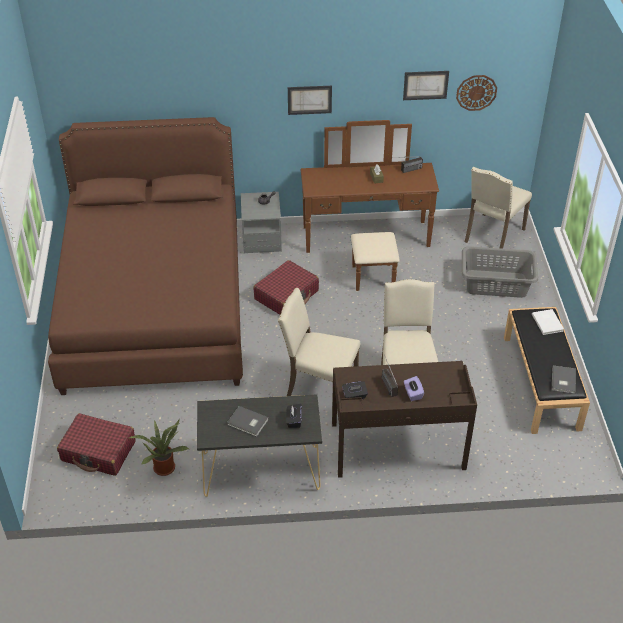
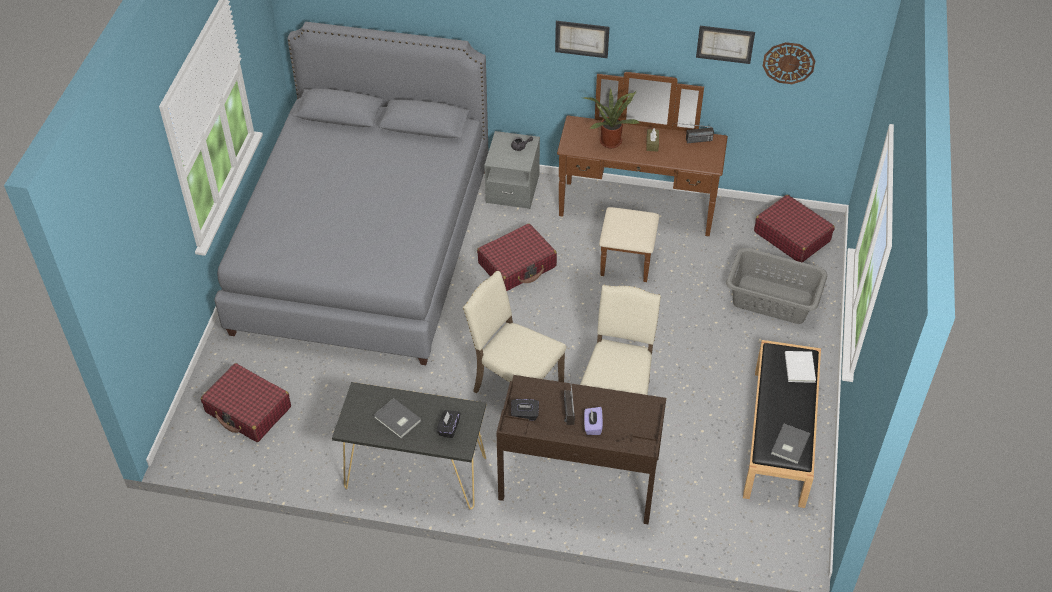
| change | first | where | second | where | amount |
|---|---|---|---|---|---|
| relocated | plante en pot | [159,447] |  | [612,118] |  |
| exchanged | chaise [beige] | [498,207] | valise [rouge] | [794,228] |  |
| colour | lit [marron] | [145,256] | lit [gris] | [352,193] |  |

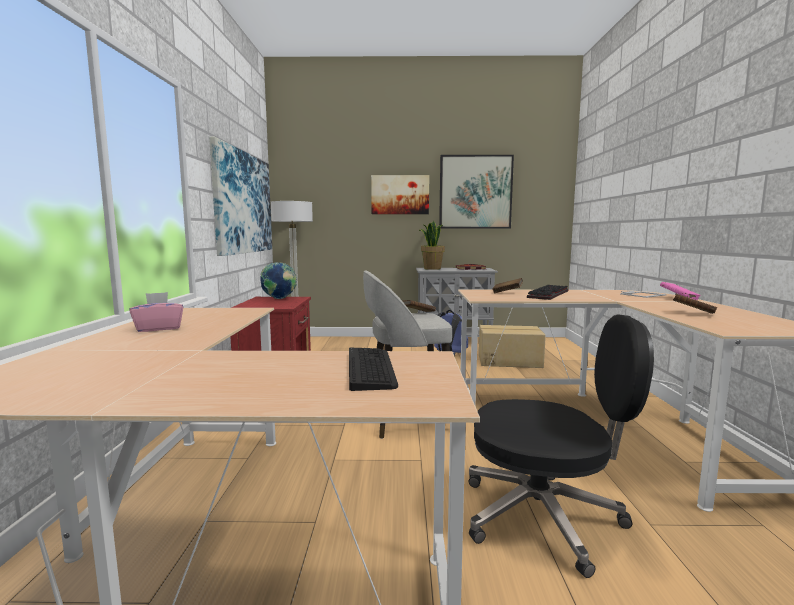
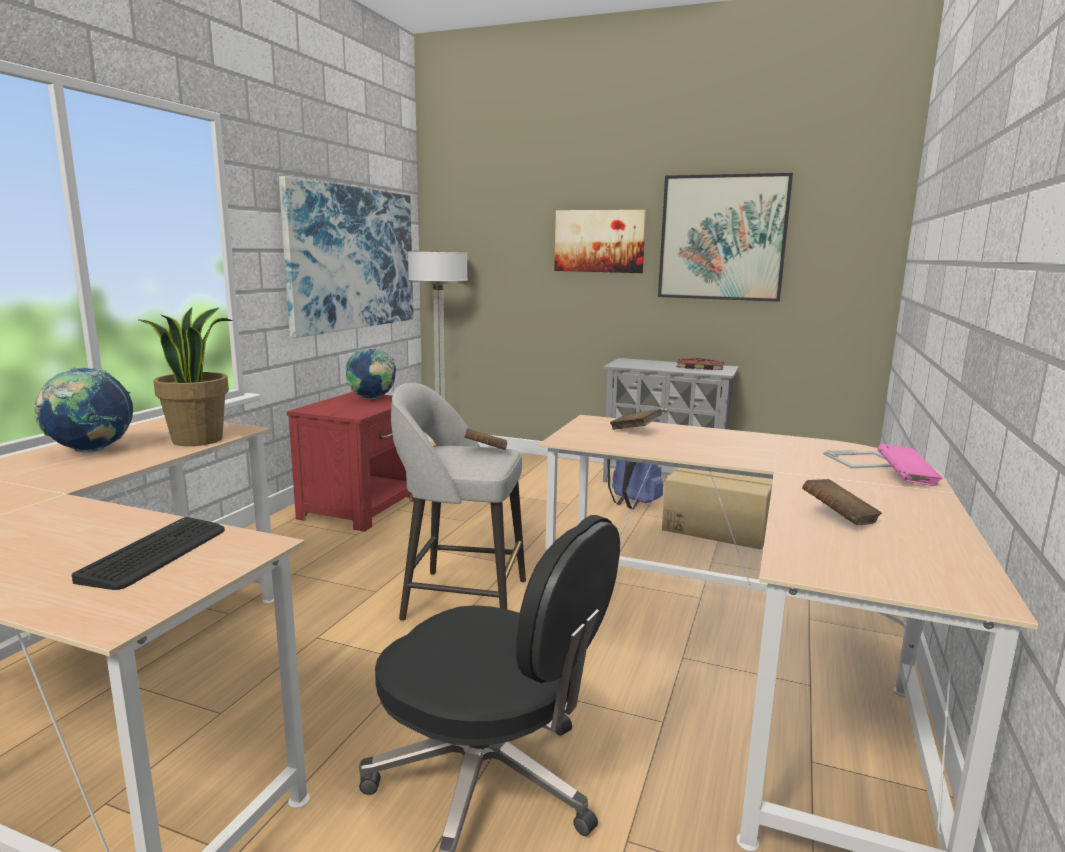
| change | first | where | second | where | amount |
|---|---|---|---|---|---|
| missing | clavier | [547,292] |  |  |  |
| relocated | plante en pot | [432,245] |  | [185,376] |  |
| exchanged | boîte à mouchoirs [rose] | [156,312] | globe | [83,410] |  |

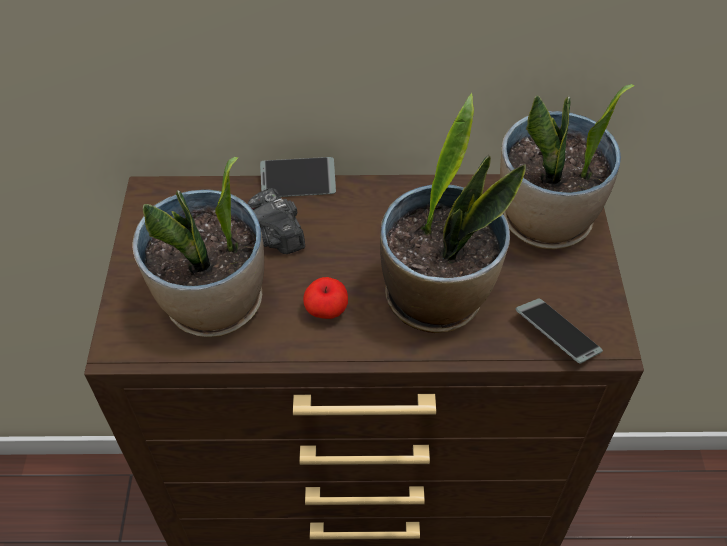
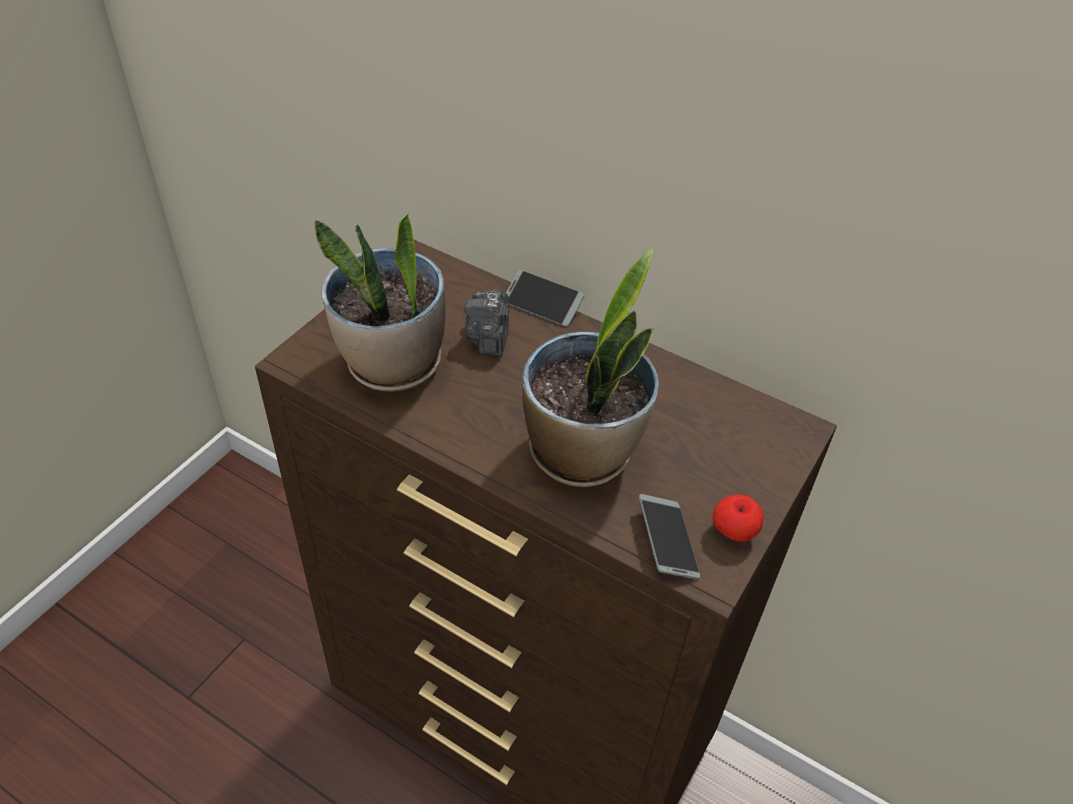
| change | first | where | second | where | amount |
|---|---|---|---|---|---|
| missing | plante en pot | [567,167] |  |  |  |
| relocated | pomme | [325,298] |  | [738,518] |  |

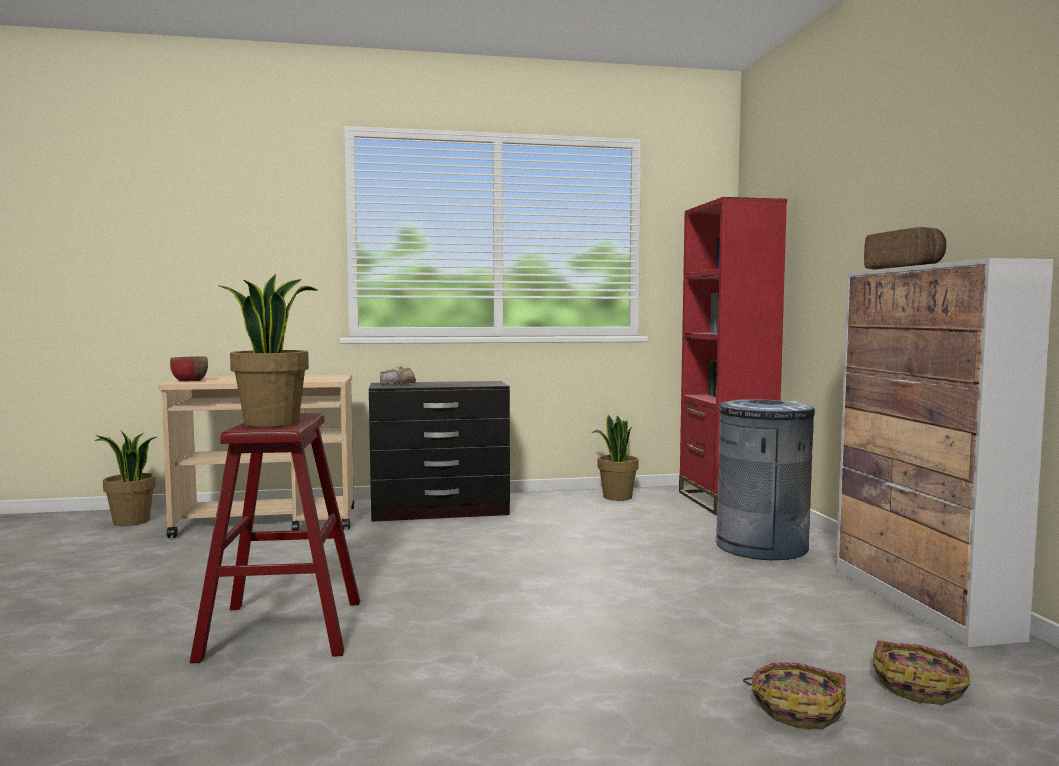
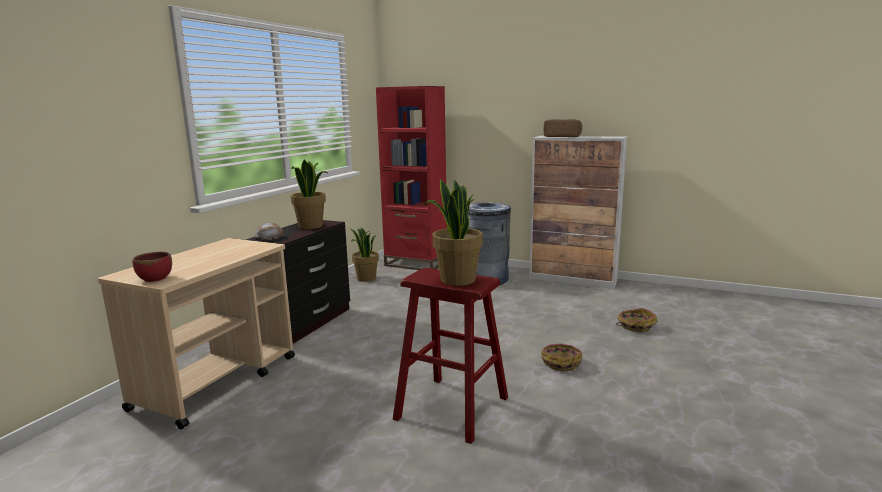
| change | first | where | second | where | amount |
|---|---|---|---|---|---|
| relocated | plante en pot | [125,478] |  | [309,194] |  |
| relocated | panier | [921,672] |  | [561,357] |  |

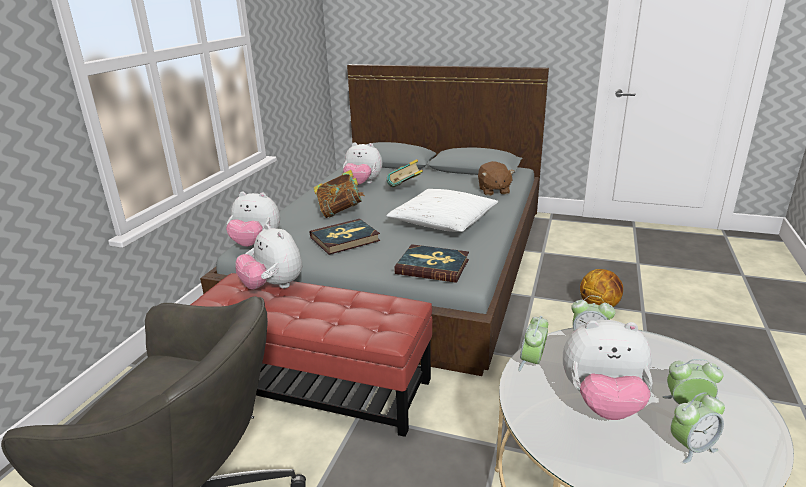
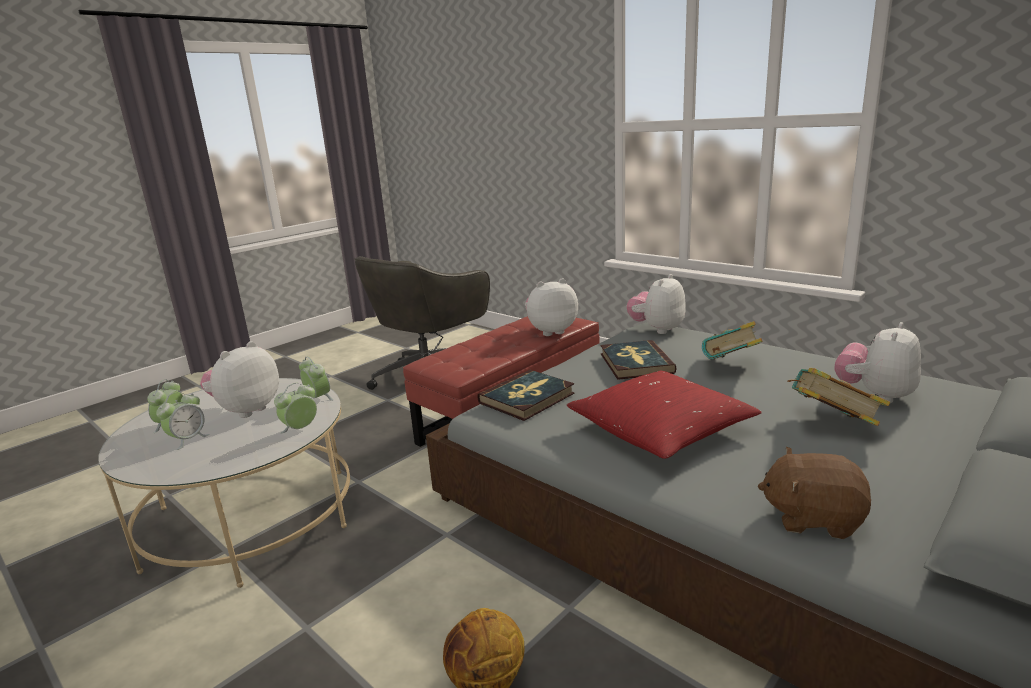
| change | first | where | second | where | amount |
|---|---|---|---|---|---|
| colour | coussin [blanc] | [442,210] | coussin [rouge] | [664,415] |  |

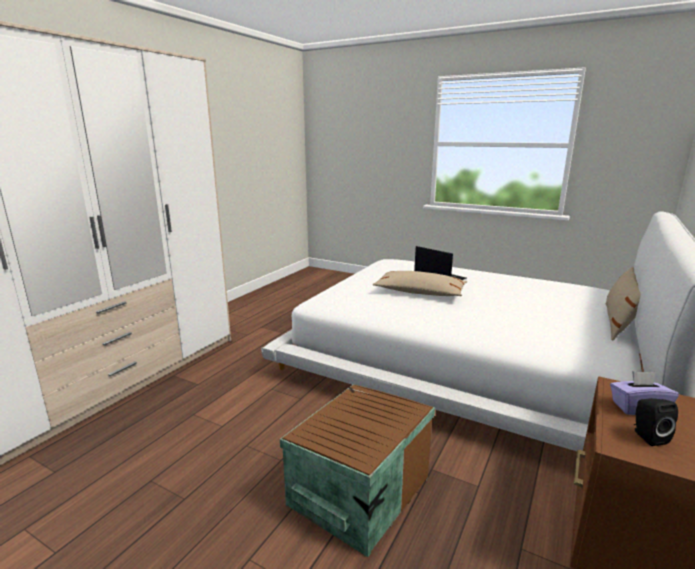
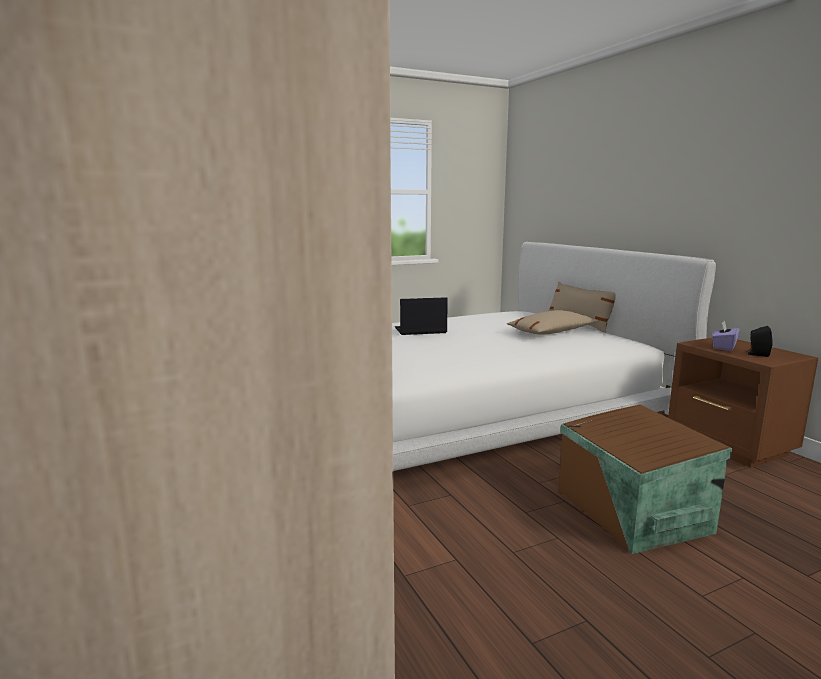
| change | first | where | second | where | amount |
|---|---|---|---|---|---|
| relocated | coussin [beige] | [420,283] |  | [553,322] |  |

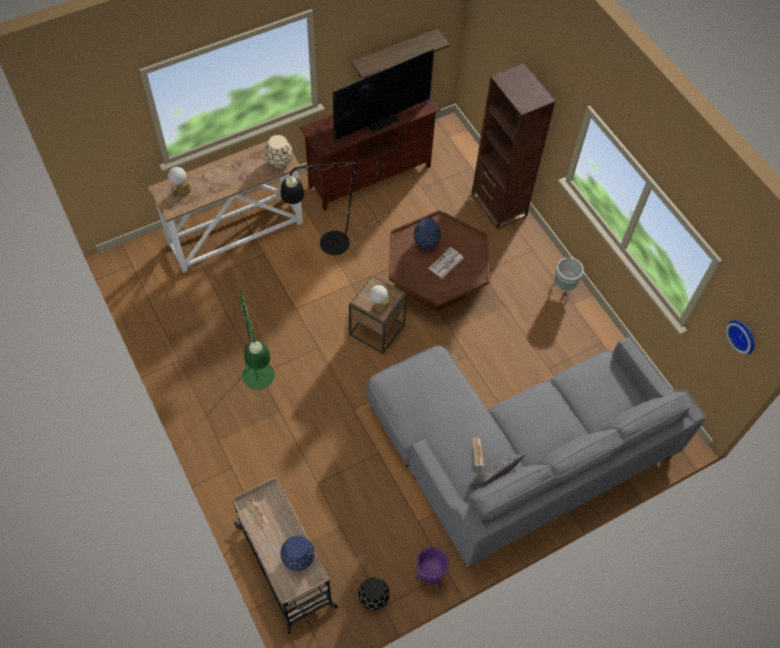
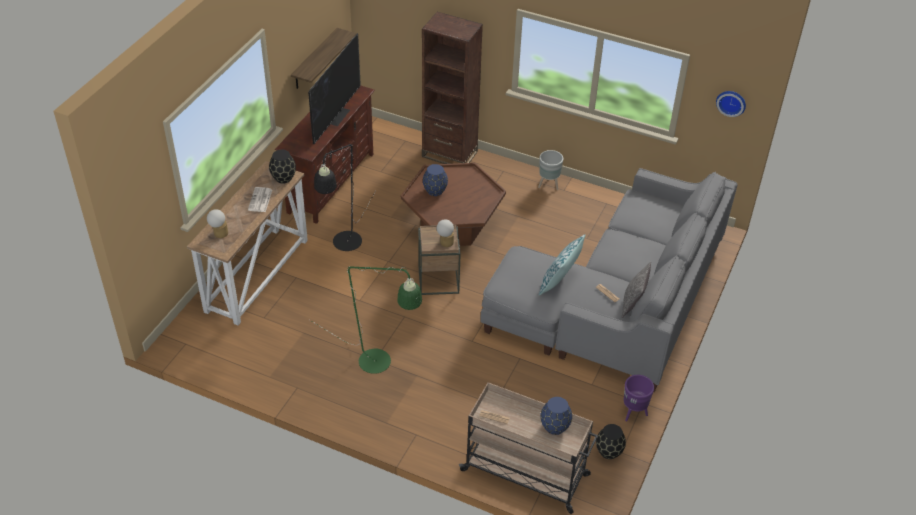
| change | first | where | second | where | amount |
|---|---|---|---|---|---|
| appeared |  |  | coussin | [562,264] |  |
| relocated | journal | [446,262] |  | [260,199] |  |
| colour | vase [beige] | [279,152] | vase [noir] | [282,167] |  |

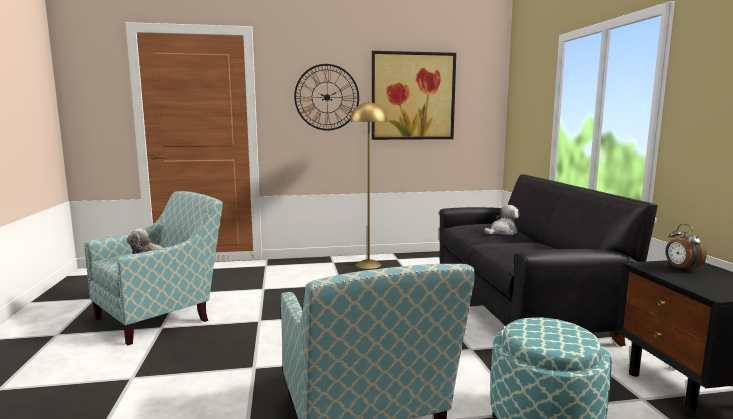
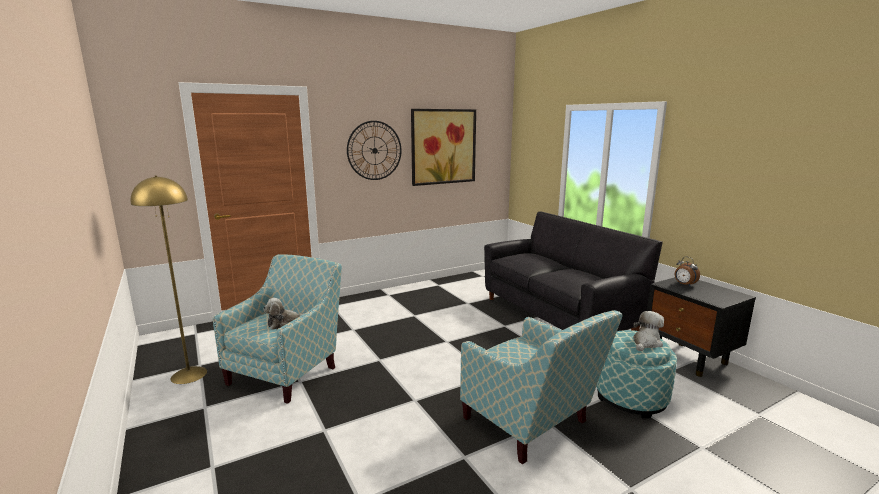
| change | first | where | second | where | amount |
|---|---|---|---|---|---|
| relocated | lampadaire [jaune] | [368,185] |  | [168,279] |  |
| relocated | peluche | [502,220] |  | [648,331] |  |

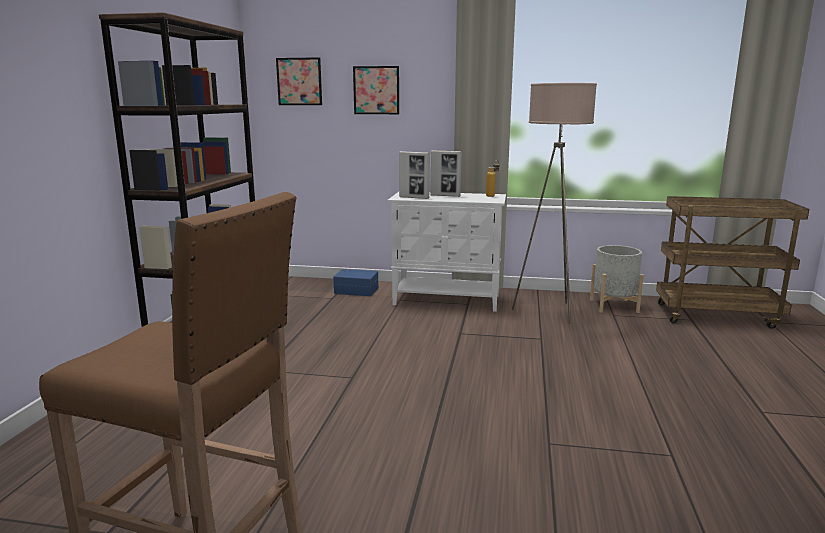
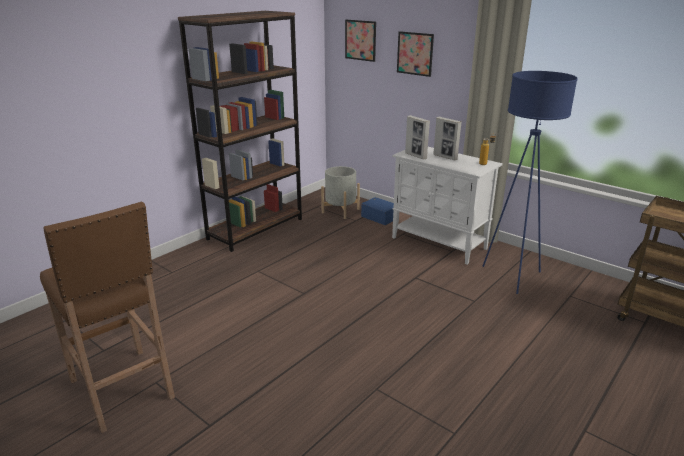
| change | first | where | second | where | amount |
|---|---|---|---|---|---|
| relocated | cache-pot [gris] | [617,279] |  | [340,192] |  |
| colour | lampadaire [beige] | [554,203] | lampadaire [bleu] | [530,182] |  |

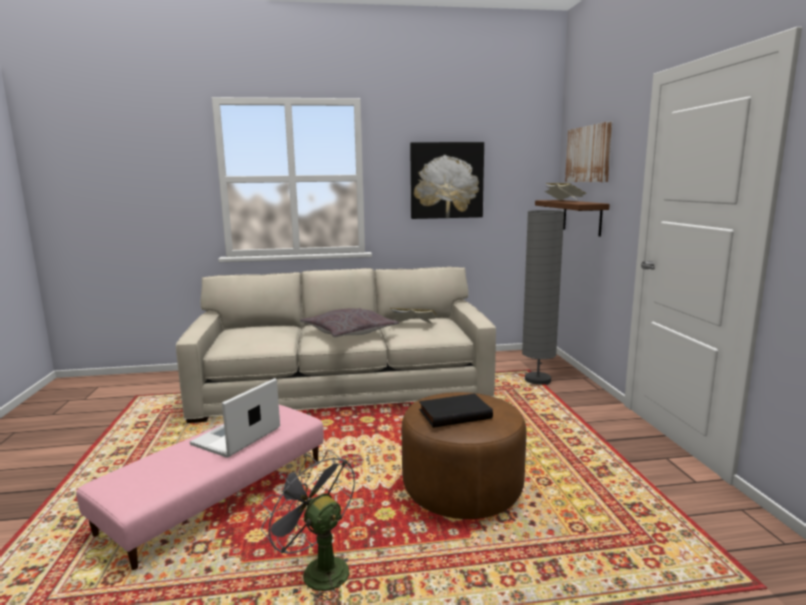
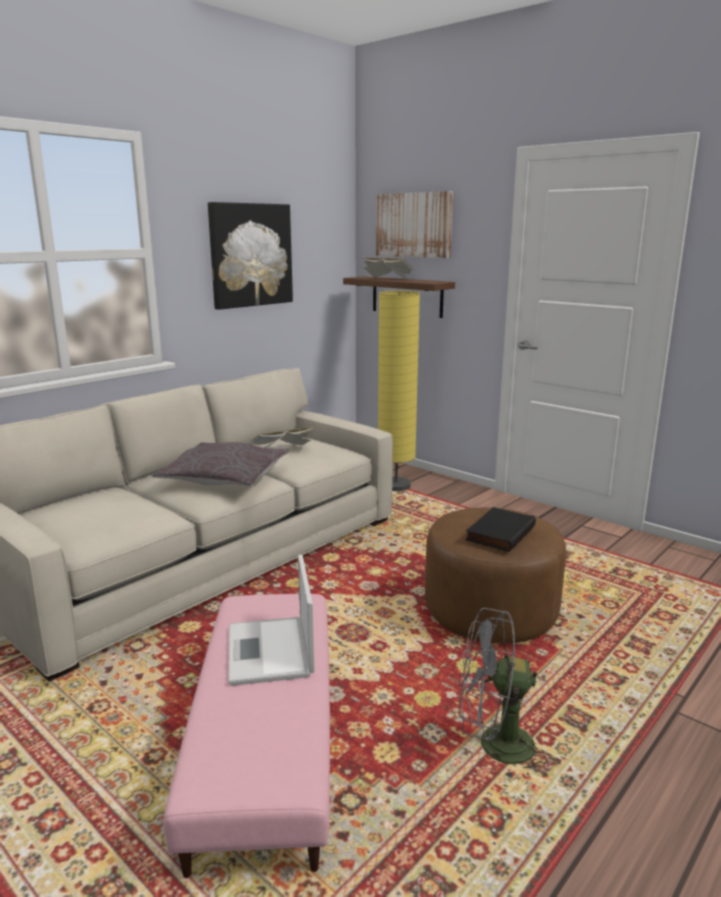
| change | first | where | second | where | amount |
|---|---|---|---|---|---|
| colour | lampadaire [gris] | [543,297] | lampadaire [jaune] | [399,391] |  |

